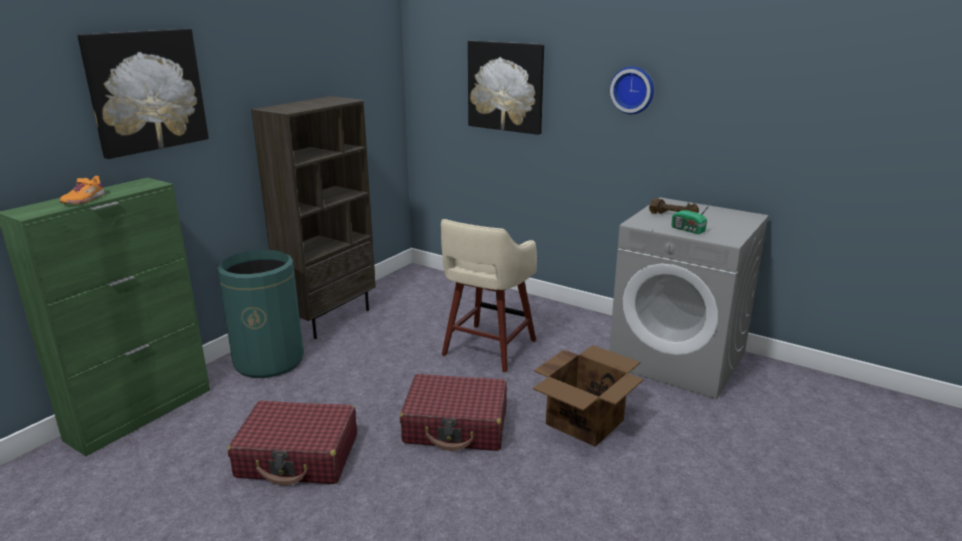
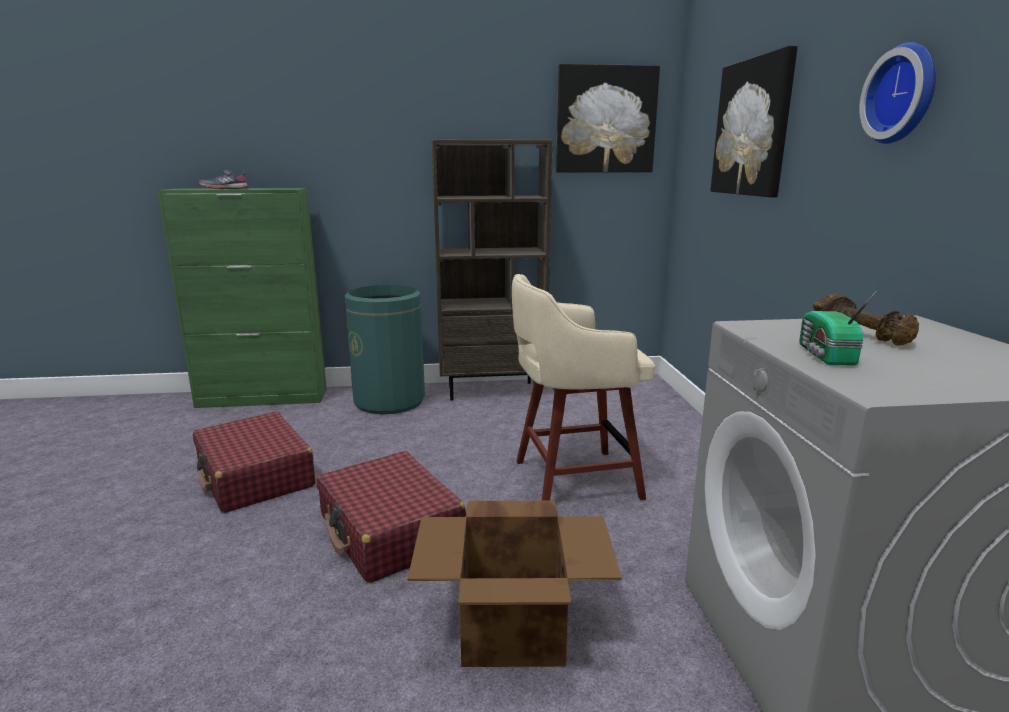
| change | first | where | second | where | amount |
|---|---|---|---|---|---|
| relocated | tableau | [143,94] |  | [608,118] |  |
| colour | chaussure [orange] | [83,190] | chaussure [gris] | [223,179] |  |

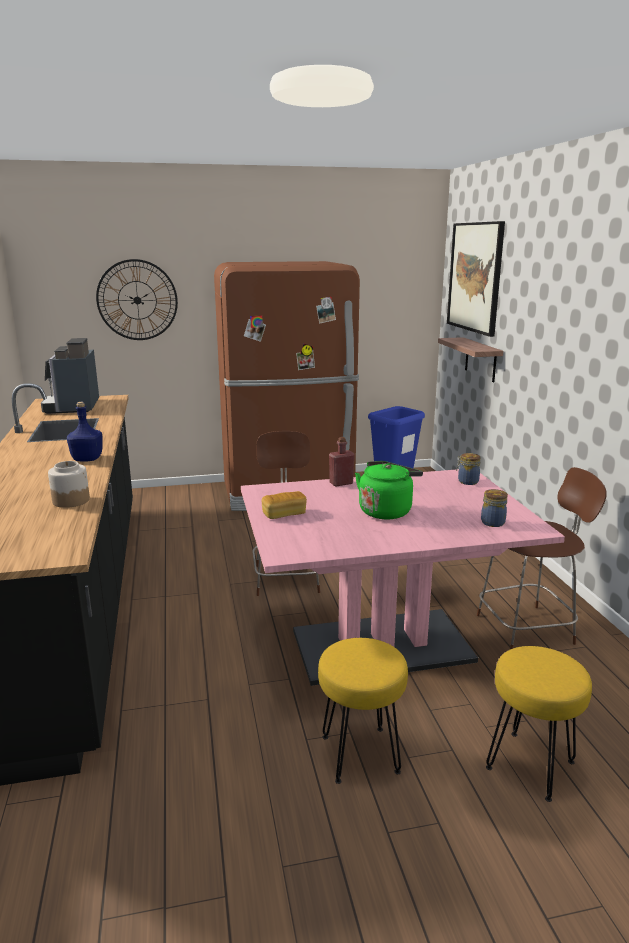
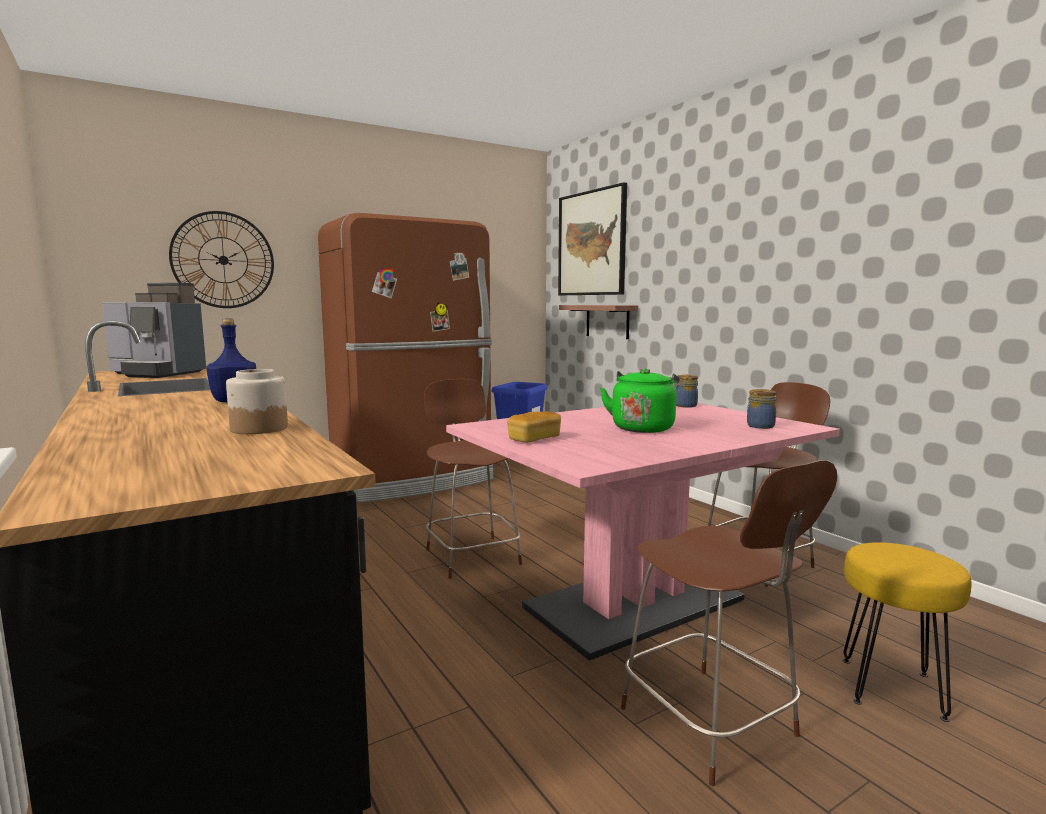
| change | first | where | second | where | amount |
|---|---|---|---|---|---|
| missing | bouteille [rouge] | [342,462] |  |  |  |
| exchanged | tabouret [jaune] | [363,711] | chaise [marron] | [729,623] |  |
| spun | machine à café | [70,376] |  | [154,330] | 45 degrees counterclockwise |

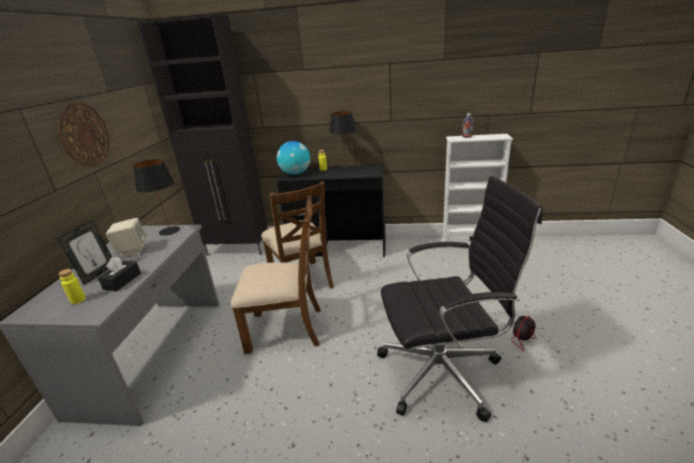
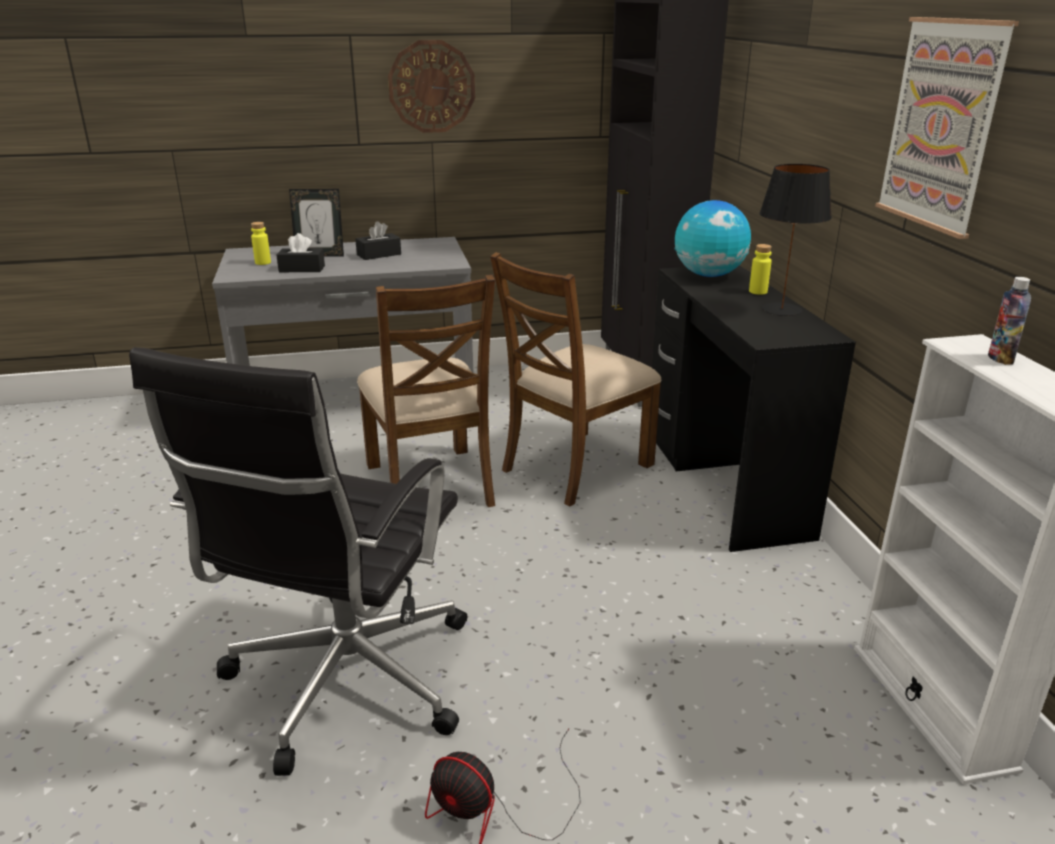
| change | first | where | second | where | amount |
|---|---|---|---|---|---|
| missing | lampe de table [noir] | [156,197] |  |  |  |
| appeared |  |  | tableau | [947,128] |  |
| exchanged | enceinte [beige] | [126,237] | boîte à mouchoirs [noir] | [378,240] |  |
| spun | chaise de bureau [noir] | [460,299] |  | [298,561] | 45 degrees clockwise |

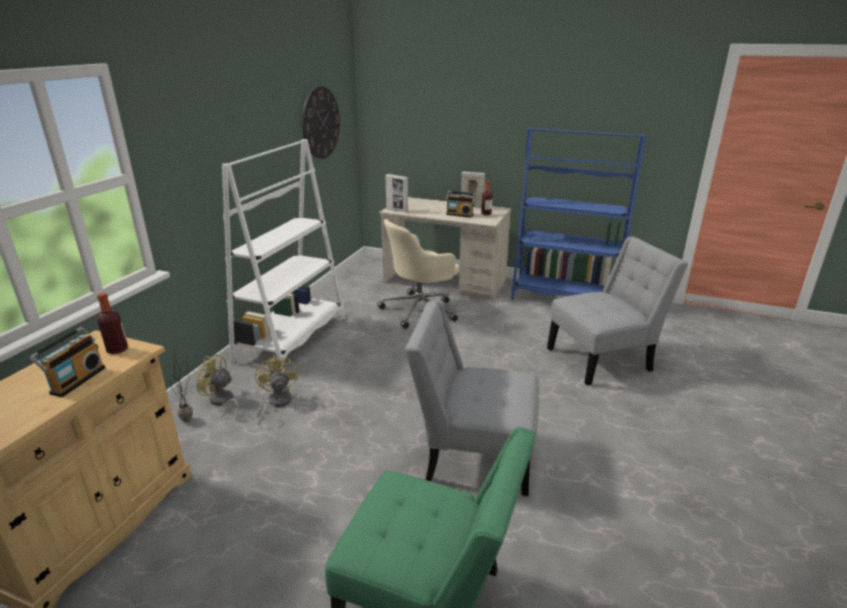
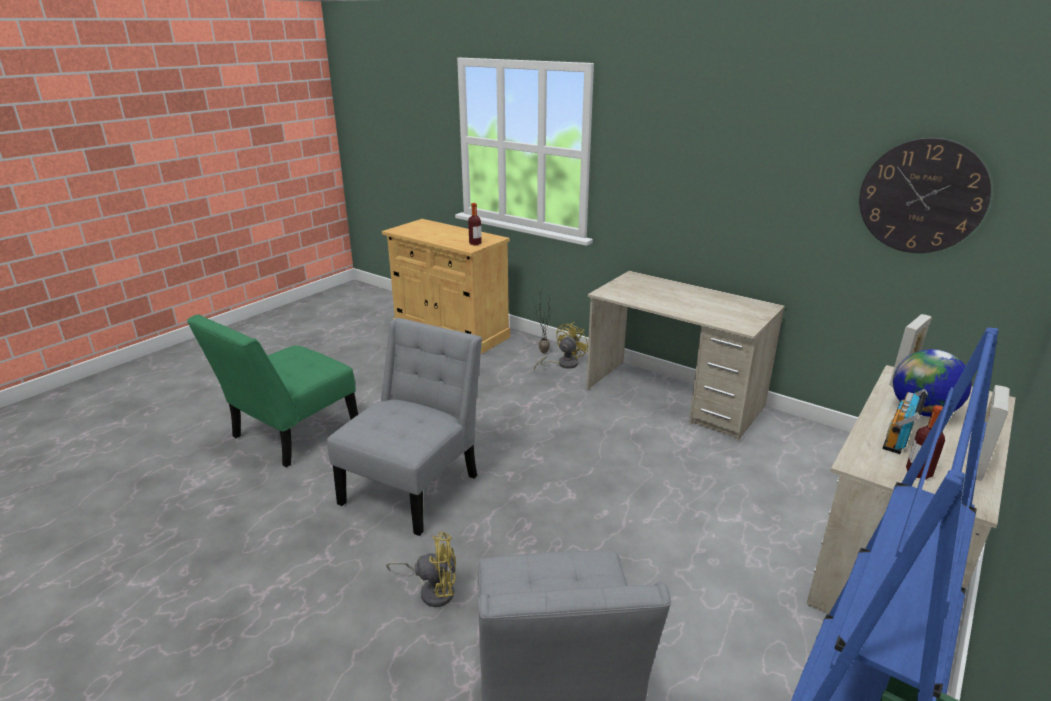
| change | first | where | second | where | amount |
|---|---|---|---|---|---|
| missing | radio | [67,362] |  |  |  |
| missing | chaise de bureau [beige] | [418,274] |  |  |  |
| appeared |  |  | globe | [932,383] |  |
| relocated | ventilateur [jaune] | [276,390] |  | [421,569] |  |
| exchanged | bibliothèque [blanc] | [283,255] | bureau [beige] | [685,356] |  |

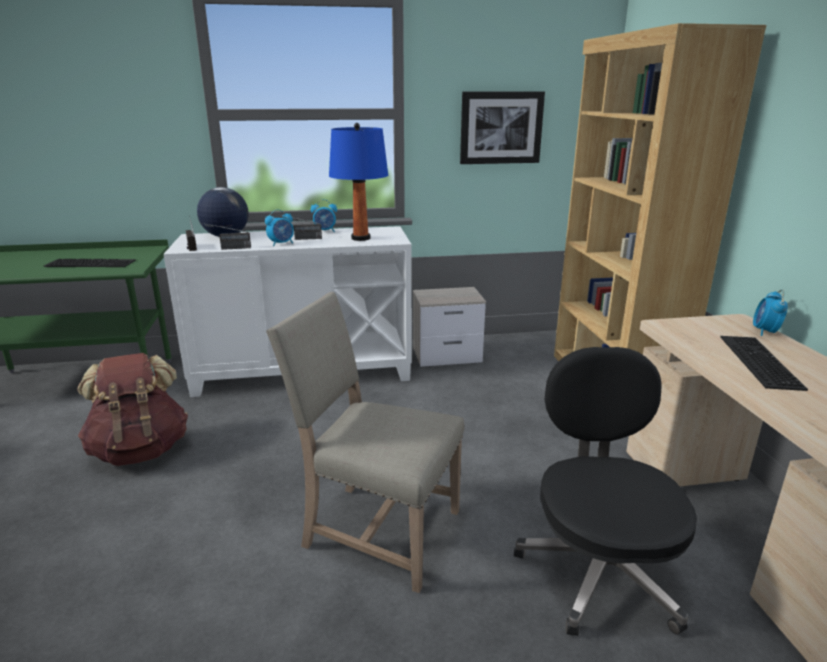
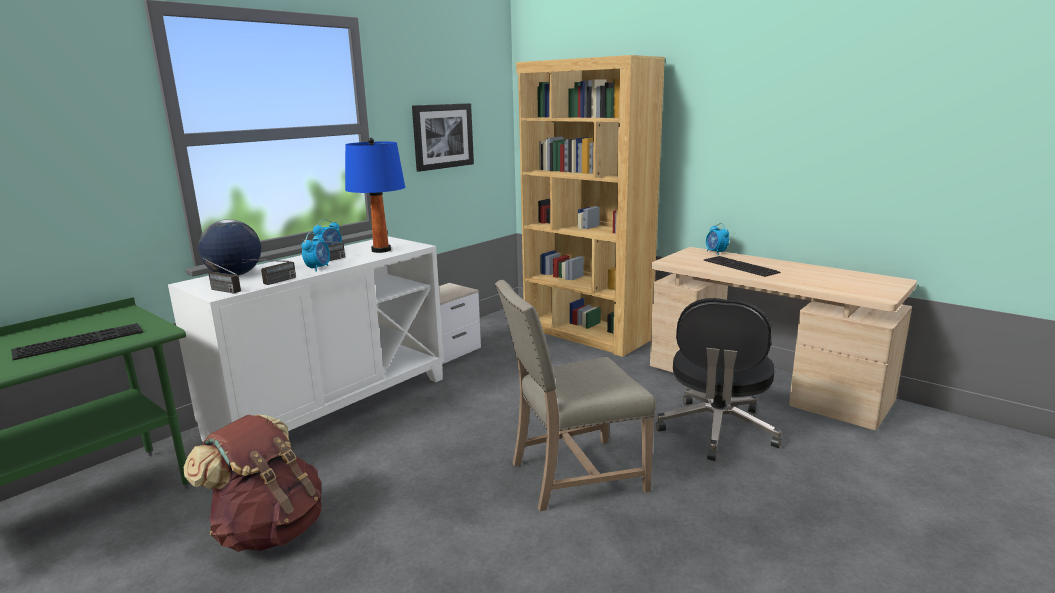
| change | first | where | second | where | amount |
|---|---|---|---|---|---|
| spun | chaise de bureau [noir] | [605,491] |  | [719,379] | 120 degrees counterclockwise |

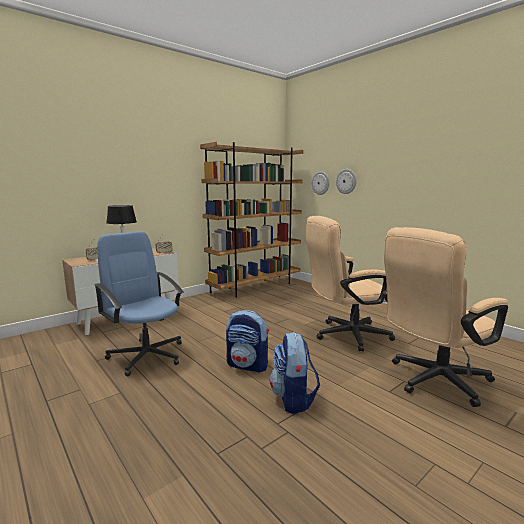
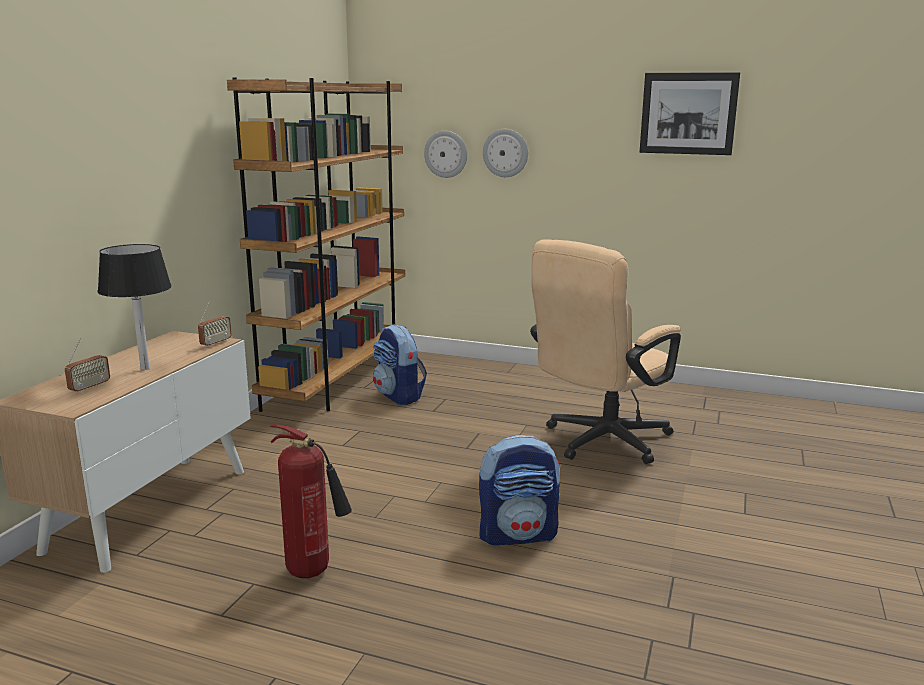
| change | first | where | second | where | amount |
|---|---|---|---|---|---|
| missing | chaise de bureau [beige] | [445,317] |  |  |  |
| appeared |  |  | tableau | [690,113] |  |
| relocated | sac à dos | [295,373] |  | [400,364] |  |
| exchanged | chaise de bureau [bleu] | [138,303] | extincteur | [311,501] |  |

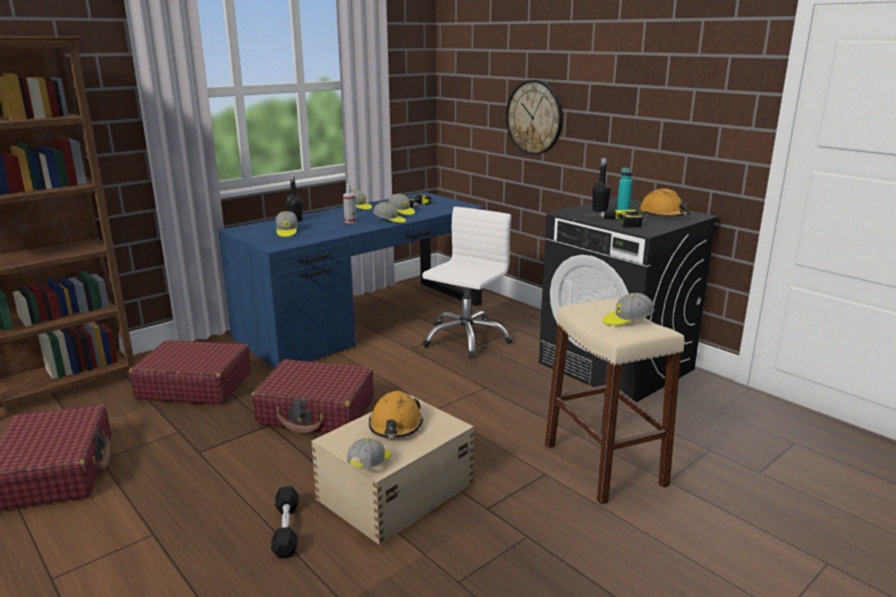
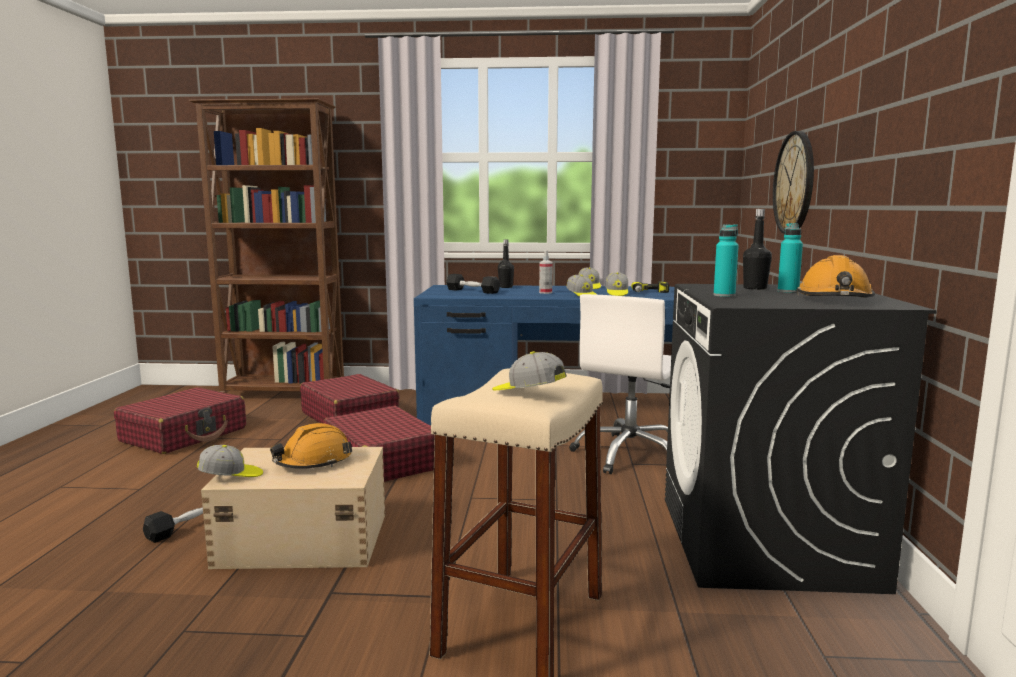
| change | first | where | second | where | amount |
|---|---|---|---|---|---|
| exchanged | casquette | [287,224] | haltère [noir] | [473,284] |  |
| exchanged | perceuse | [613,219] | bouteille [turquoise] | [726,260] |  |
| spun | chaise de bureau [blanc] | [467,283] |  | [620,384] | 135 degrees clockwise |

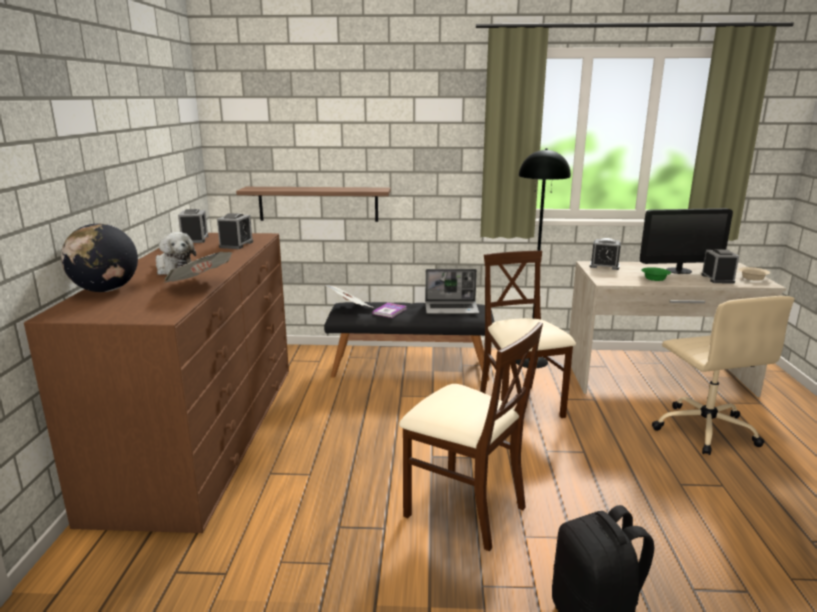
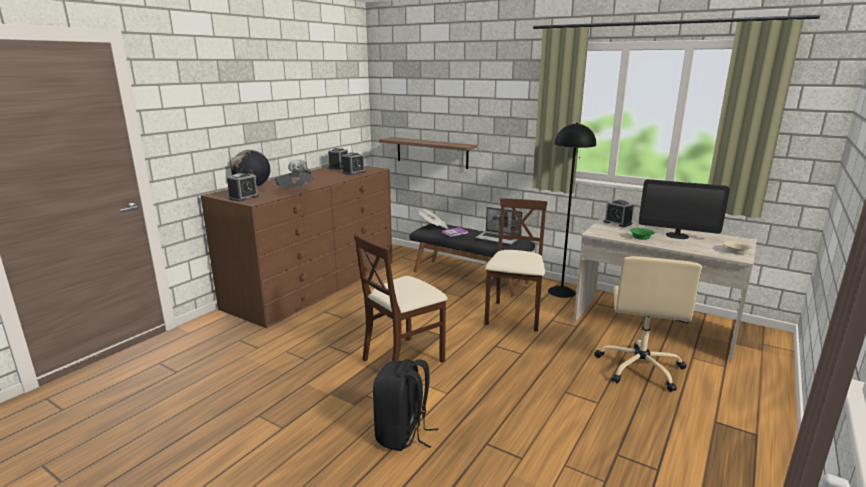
| change | first | where | second | where | amount |
|---|---|---|---|---|---|
| relocated | réveil | [720,266] |  | [243,187] |  |
| spun | chaise [beige] | [471,436] |  | [401,298] | 75 degrees clockwise |

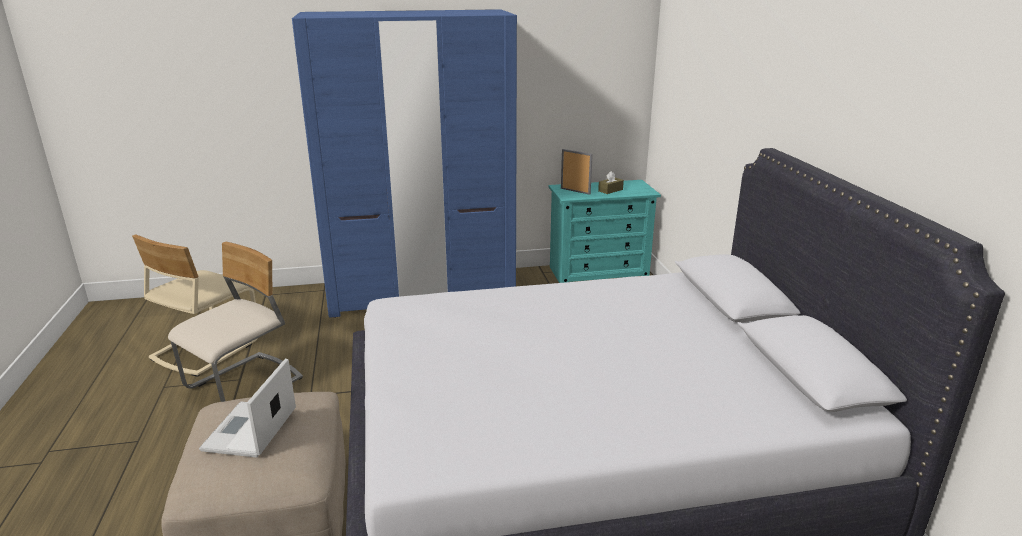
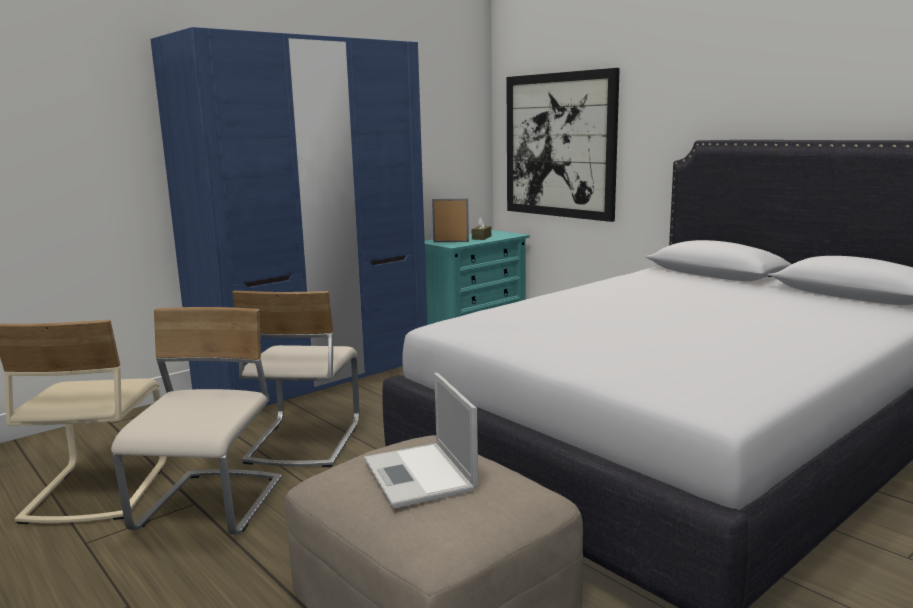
| change | first | where | second | where | amount |
|---|---|---|---|---|---|
| appeared |  |  | chaise [beige] | [296,379] |  |
| appeared |  |  | tableau | [563,145] |  |

